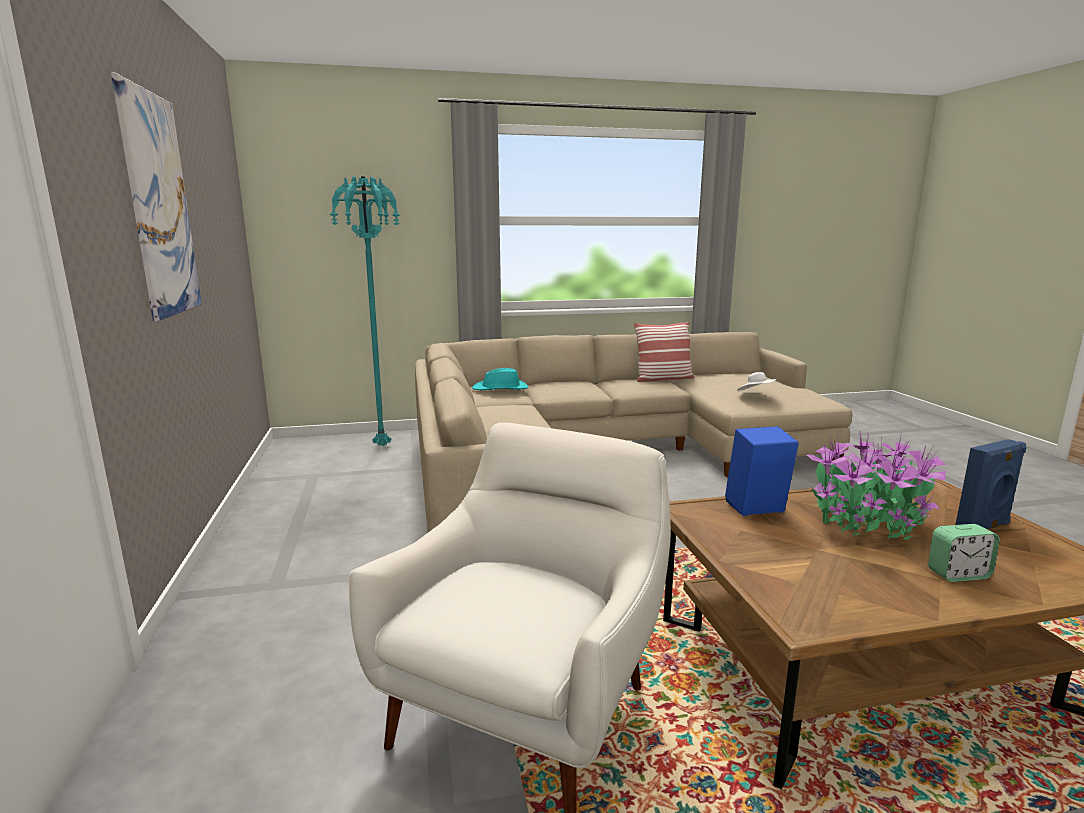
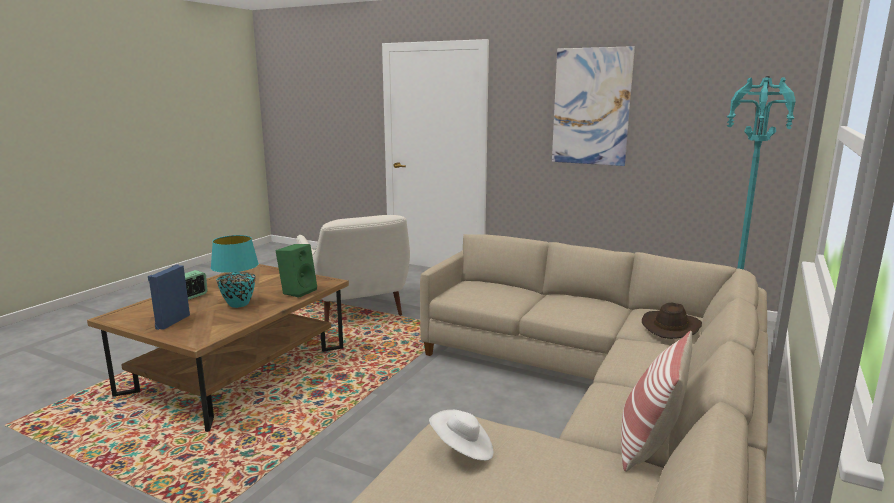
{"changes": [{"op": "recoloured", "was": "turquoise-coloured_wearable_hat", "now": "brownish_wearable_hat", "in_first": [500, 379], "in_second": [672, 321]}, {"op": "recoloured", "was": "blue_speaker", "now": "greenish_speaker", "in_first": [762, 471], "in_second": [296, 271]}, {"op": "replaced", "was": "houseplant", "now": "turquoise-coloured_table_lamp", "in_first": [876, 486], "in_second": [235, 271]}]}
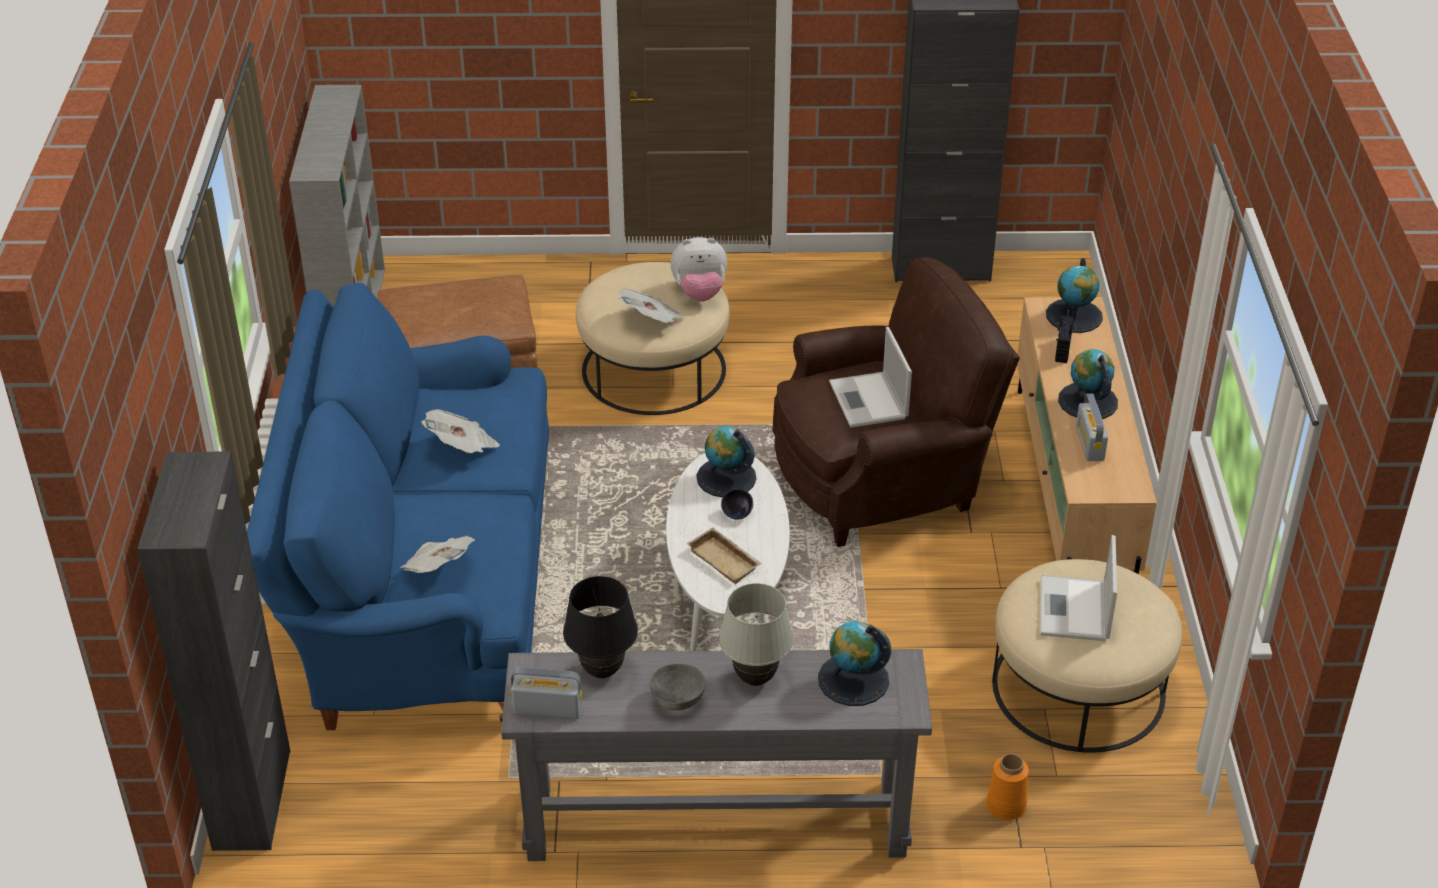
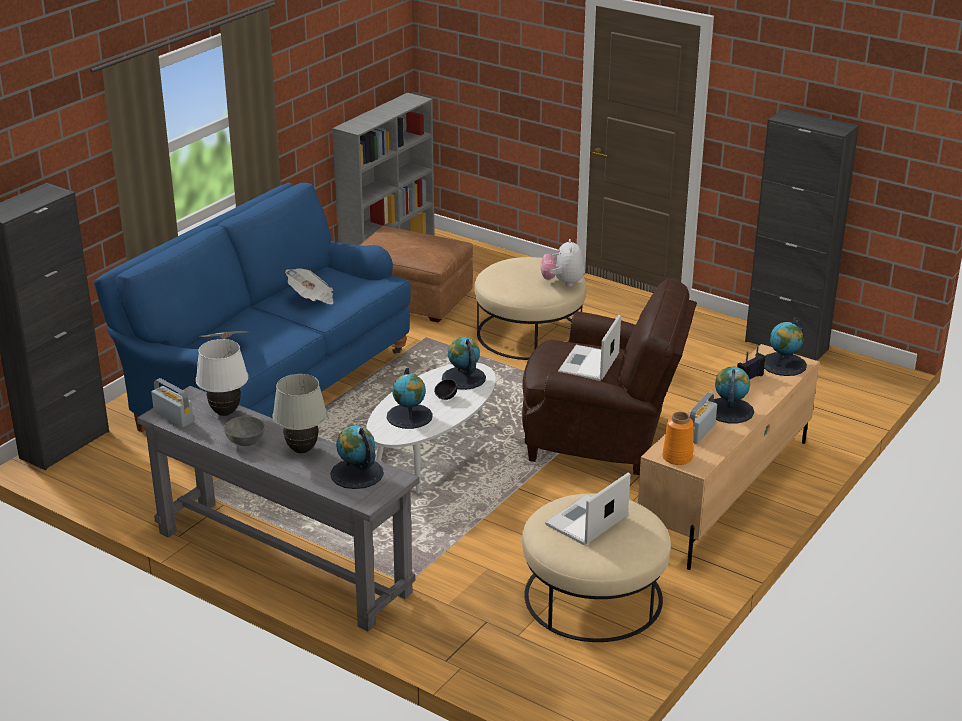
{"changes": [{"op": "recoloured", "was": "black-coloured_table_lamp", "now": "white-coloured_table_lamp", "in_first": [600, 627], "in_second": [222, 377]}, {"op": "removed", "was": "newspaper", "in_first": [651, 306]}, {"op": "turned", "was": "cuddly_toy", "in_first": [699, 269], "in_second": [562, 263], "clockwise": 60}, {"op": "replaced", "was": "beige_carrying_tray", "now": "globe", "in_first": [724, 555], "in_second": [410, 398]}, {"op": "moved", "was": "orangey_decorative_vase", "in_first": [1007, 787], "in_second": [677, 438]}]}
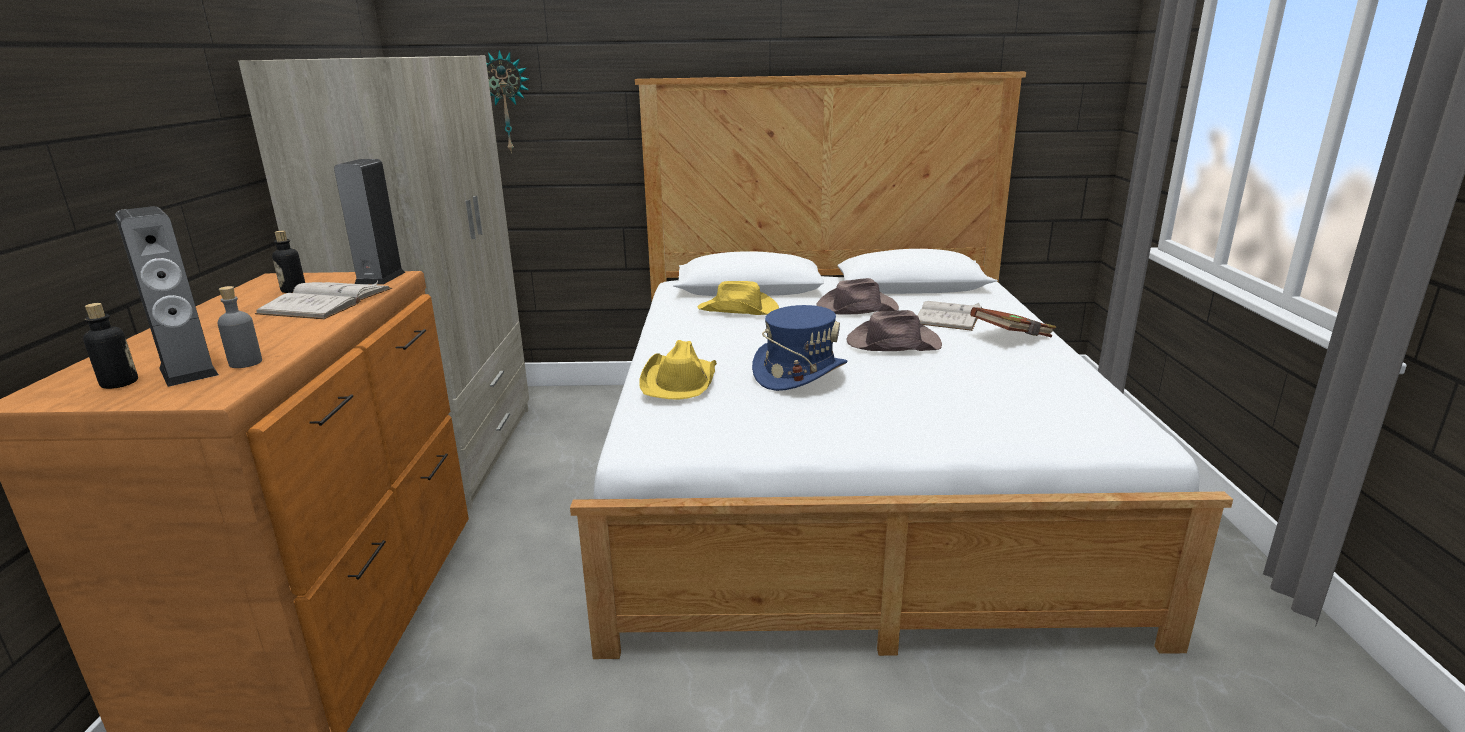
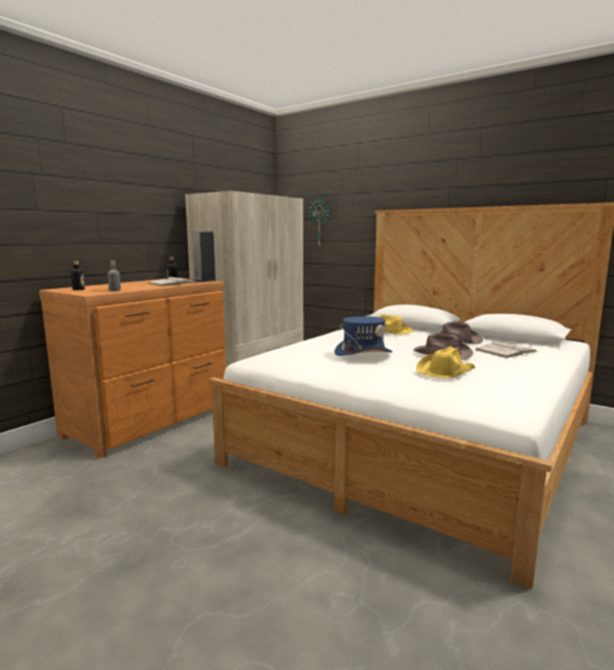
{"changes": [{"op": "removed", "was": "speaker", "in_first": [167, 296]}, {"op": "moved", "was": "yellow-coloured_wearable_hat", "in_first": [678, 370], "in_second": [445, 362]}, {"op": "removed", "was": "brownish_volume", "in_first": [1013, 322]}]}
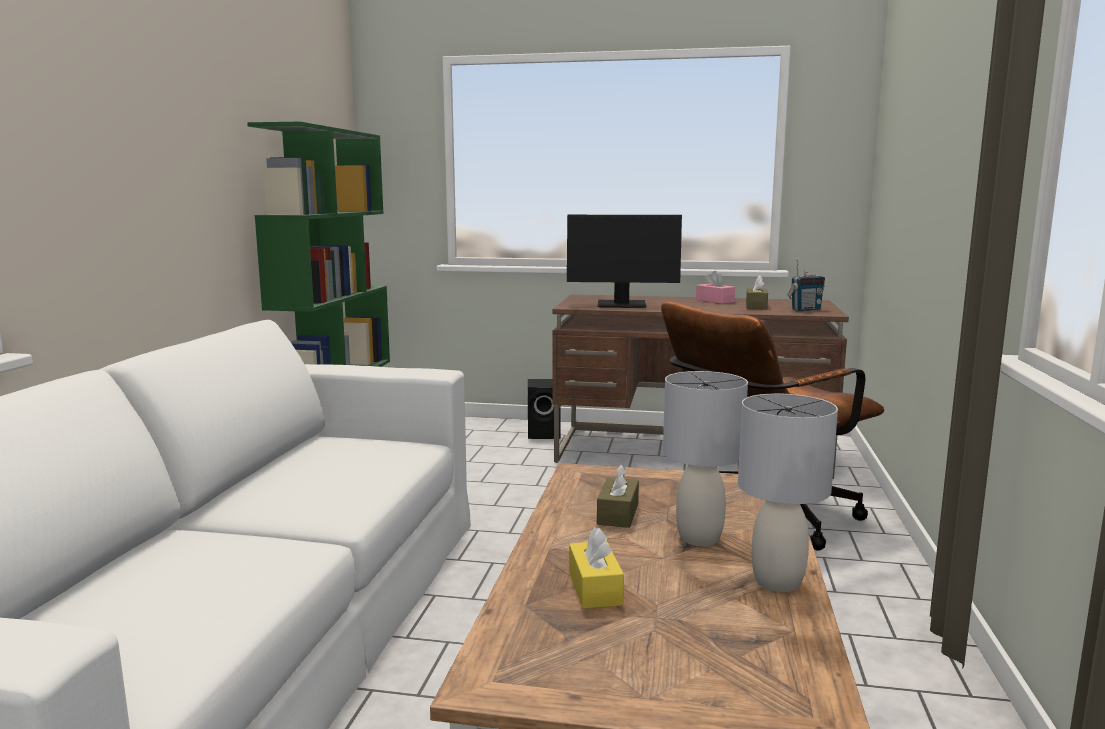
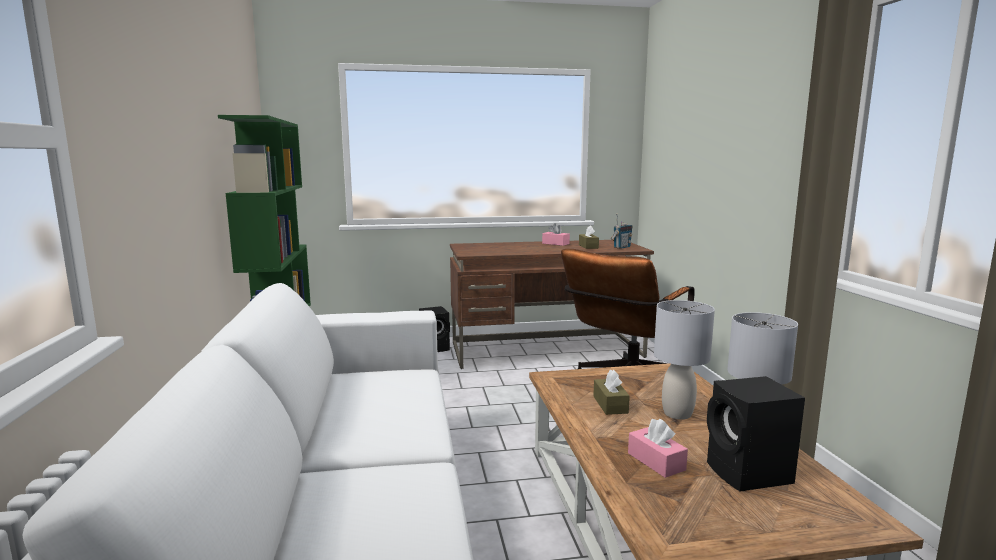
{"changes": [{"op": "removed", "was": "computer_display", "in_first": [624, 261]}, {"op": "recoloured", "was": "yellow-coloured_tissue_holder", "now": "pinkish_tissue_holder", "in_first": [596, 568], "in_second": [658, 448]}, {"op": "added", "now": "black-coloured_speaker", "in_second": [756, 434]}]}
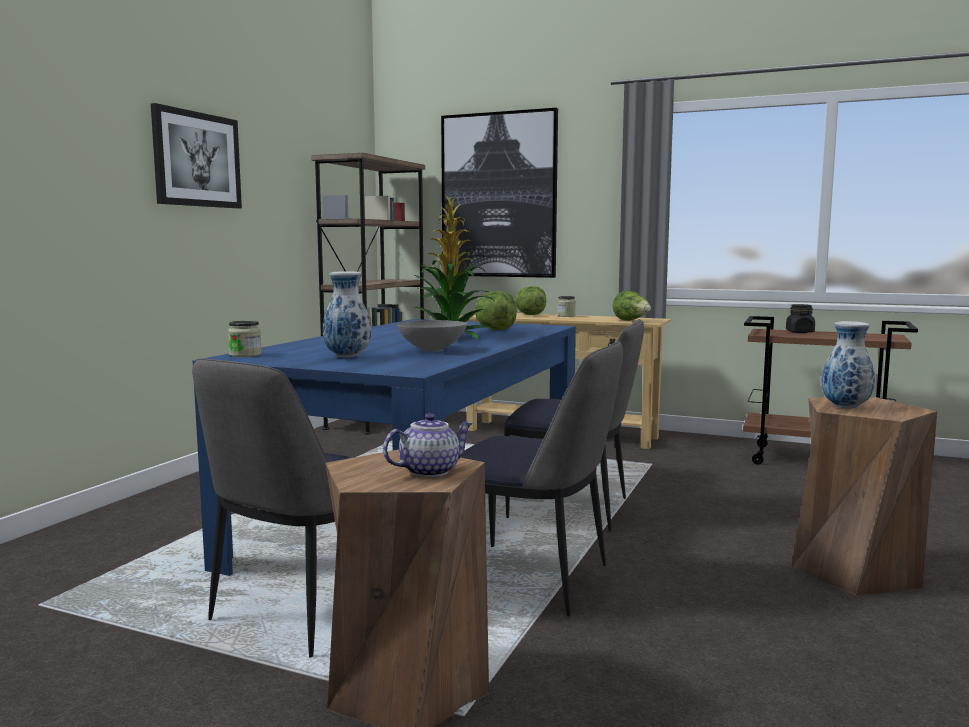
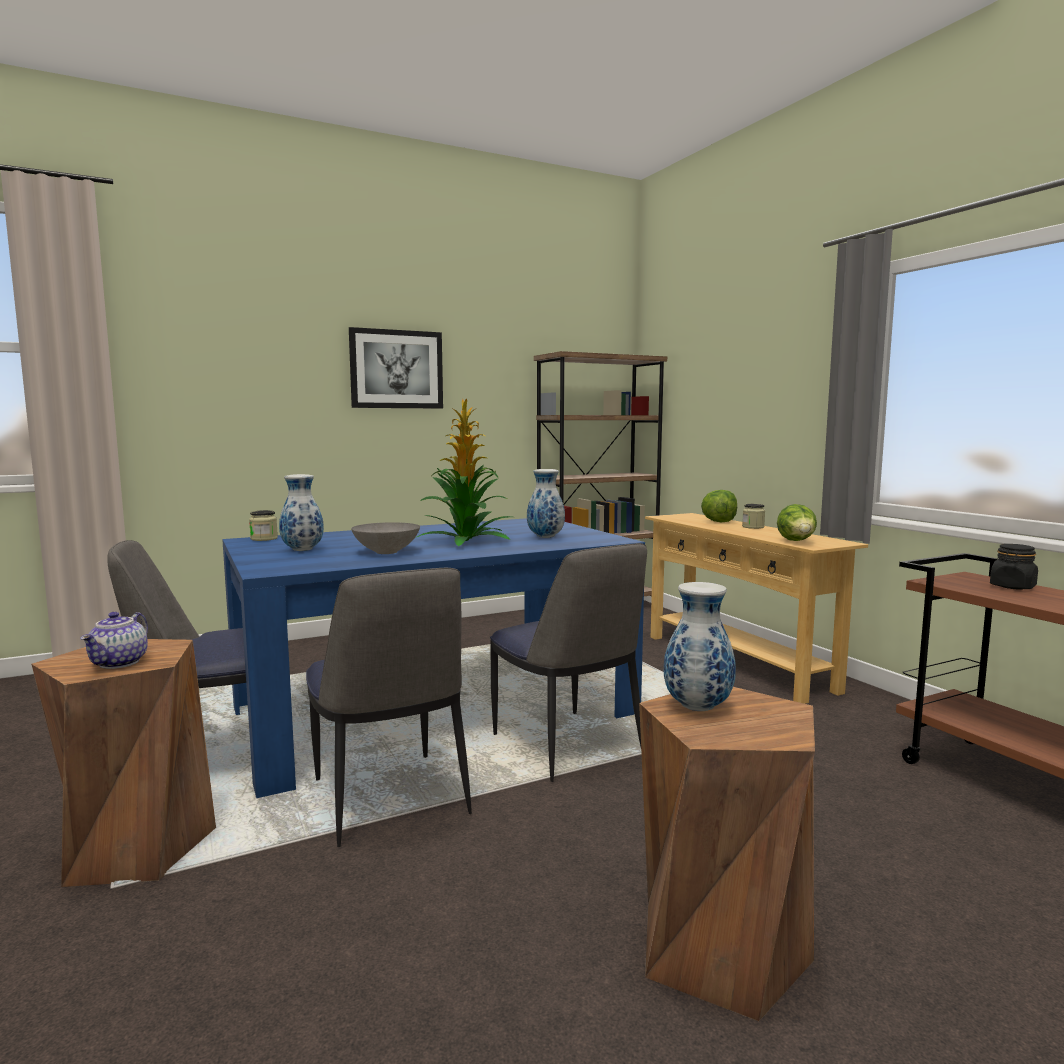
{"changes": [{"op": "turned", "was": "tea_pot", "in_first": [428, 445], "in_second": [114, 640], "clockwise": 90}, {"op": "removed", "was": "wall_art", "in_first": [499, 193]}, {"op": "replaced", "was": "head_of_lettuce", "now": "decorative_vase", "in_first": [496, 310], "in_second": [546, 503]}]}
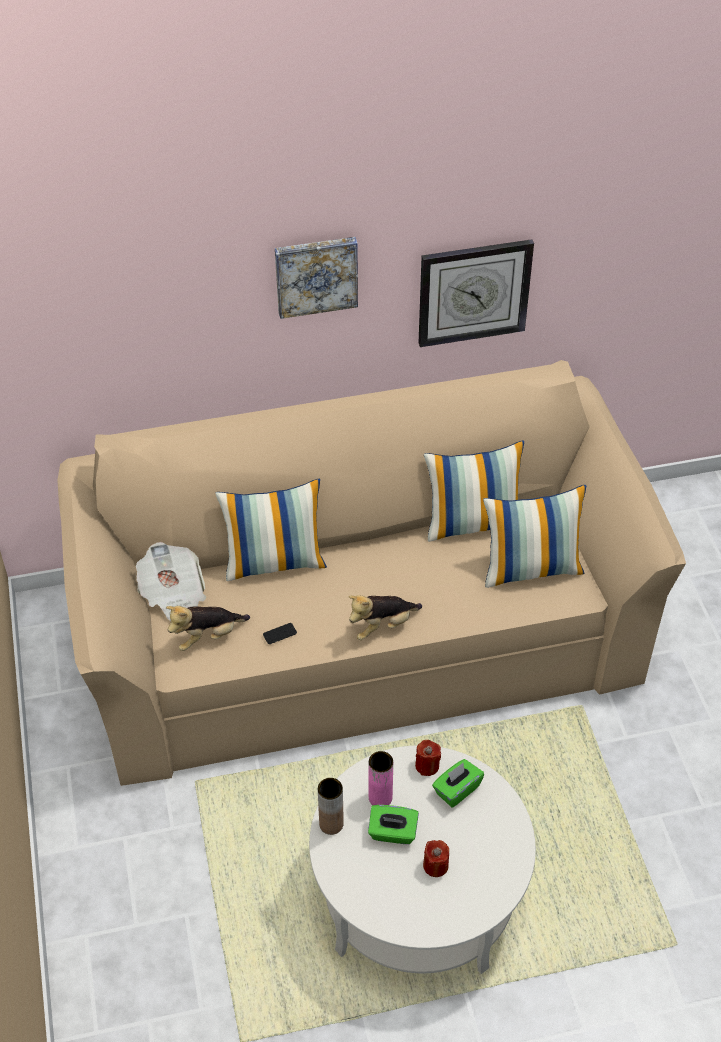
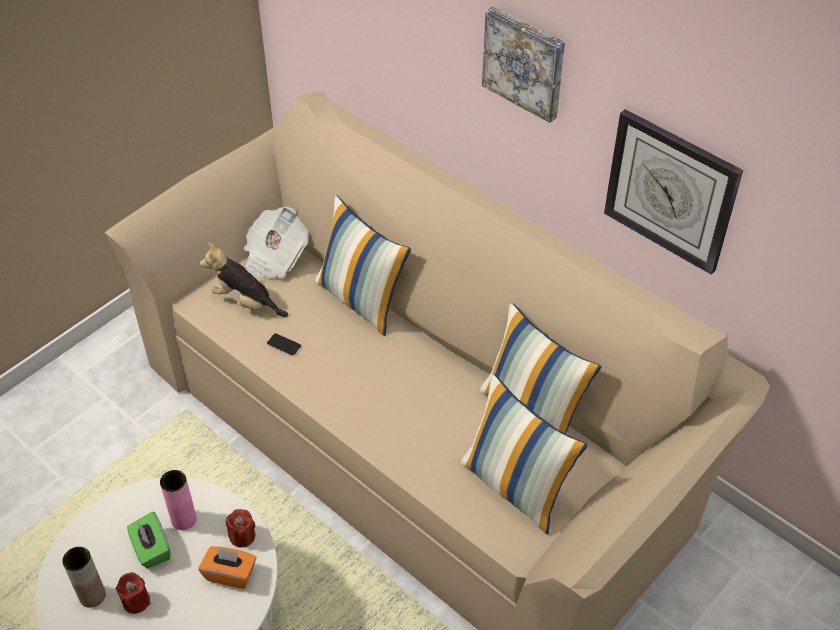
{"changes": [{"op": "moved", "was": "brownish_decorative_vase", "in_first": [331, 806], "in_second": [84, 577]}, {"op": "removed", "was": "cuddly_toy", "in_first": [385, 617]}, {"op": "recoloured", "was": "greenish_tissue_holder", "now": "orangey_tissue_holder", "in_first": [458, 783], "in_second": [227, 567]}]}
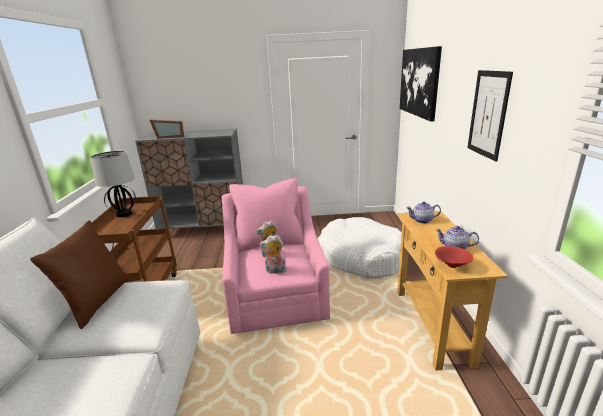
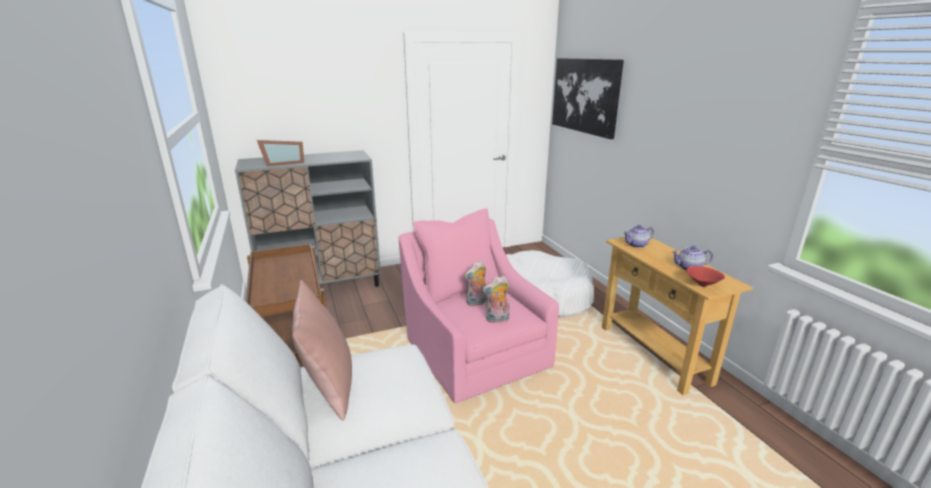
{"changes": [{"op": "recoloured", "was": "brownish_cushion", "now": "pinkish_cushion", "in_first": [80, 274], "in_second": [322, 350]}, {"op": "removed", "was": "table_lamp", "in_first": [113, 184]}, {"op": "removed", "was": "wall_art", "in_first": [490, 116]}]}
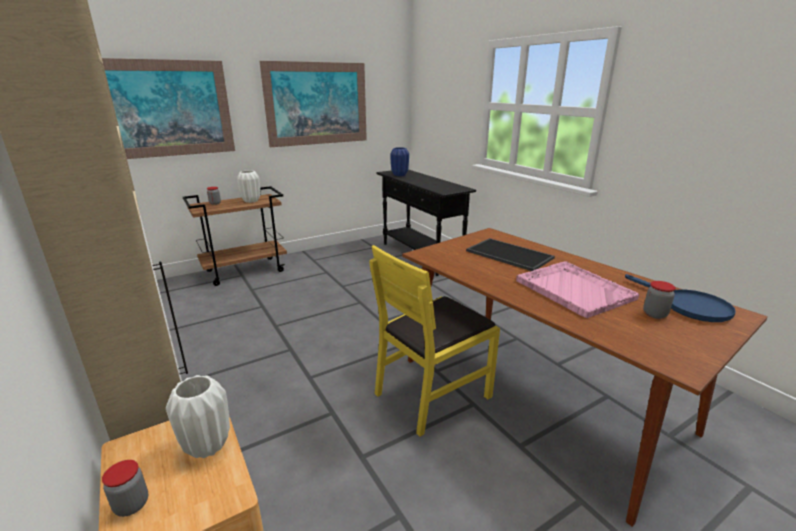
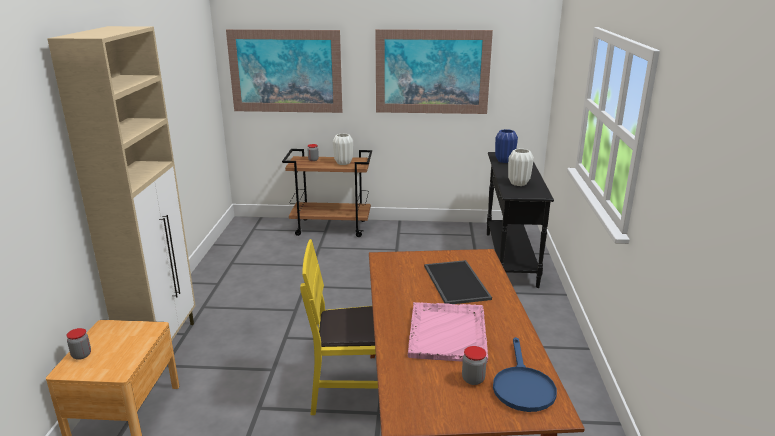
{"changes": [{"op": "moved", "was": "white-coloured_decorative_vase", "in_first": [198, 416], "in_second": [521, 167]}]}
